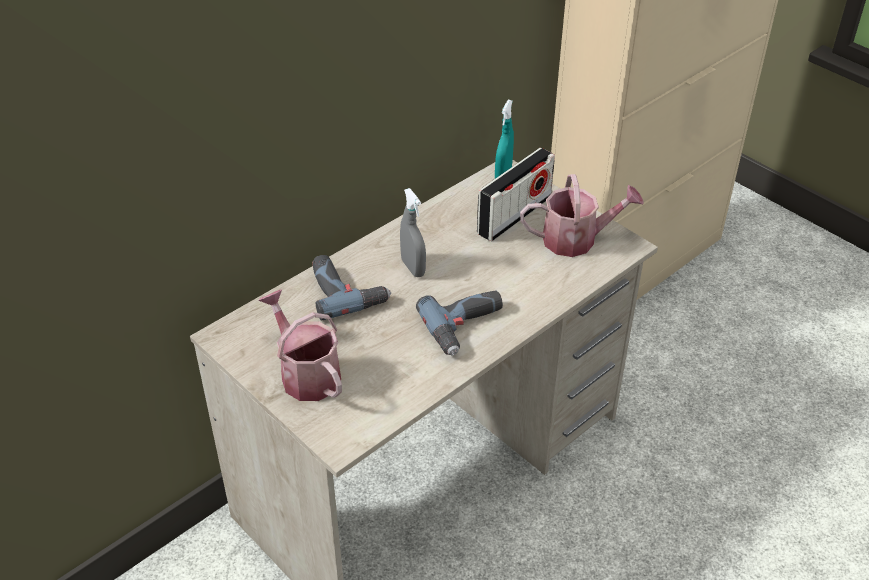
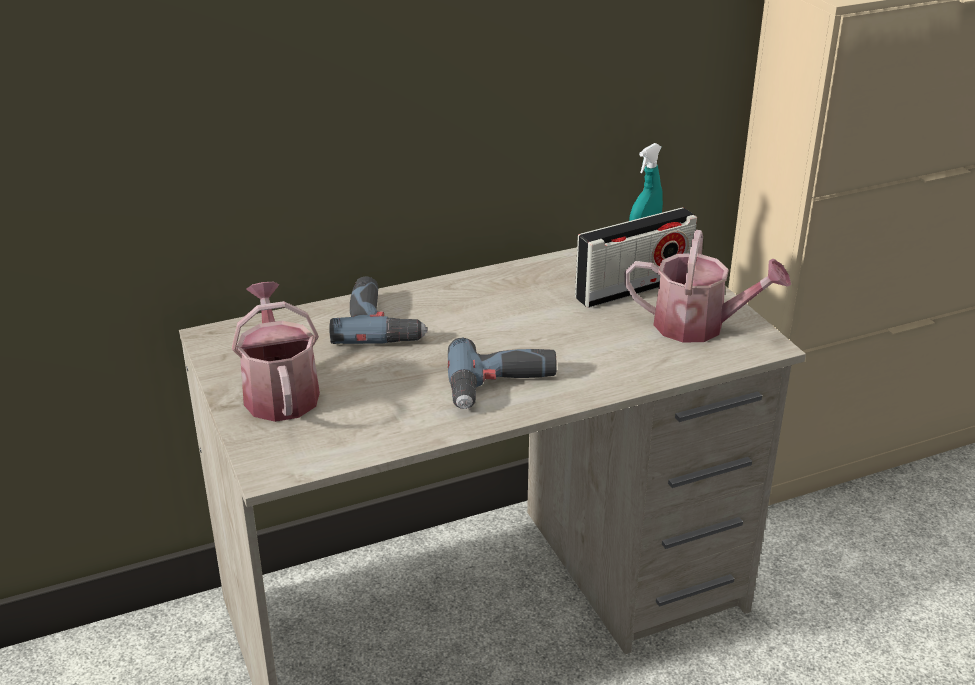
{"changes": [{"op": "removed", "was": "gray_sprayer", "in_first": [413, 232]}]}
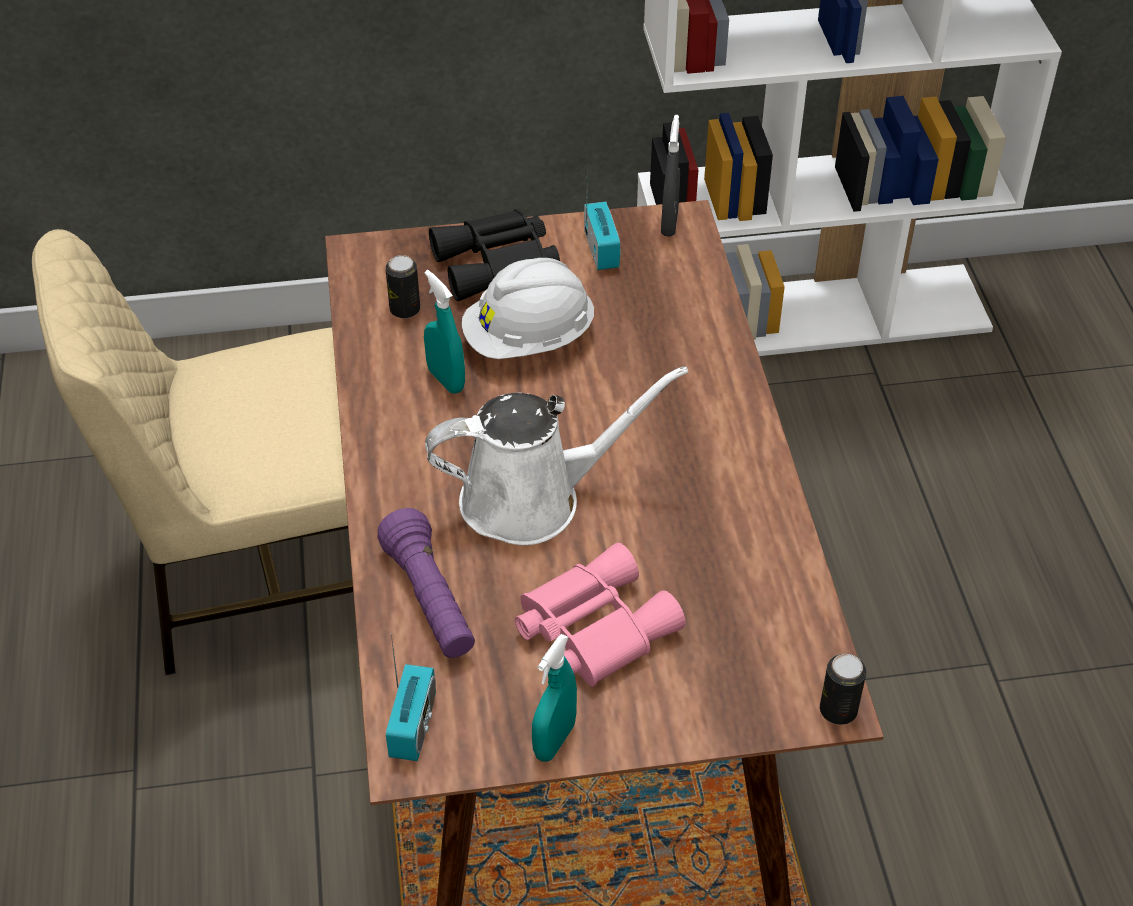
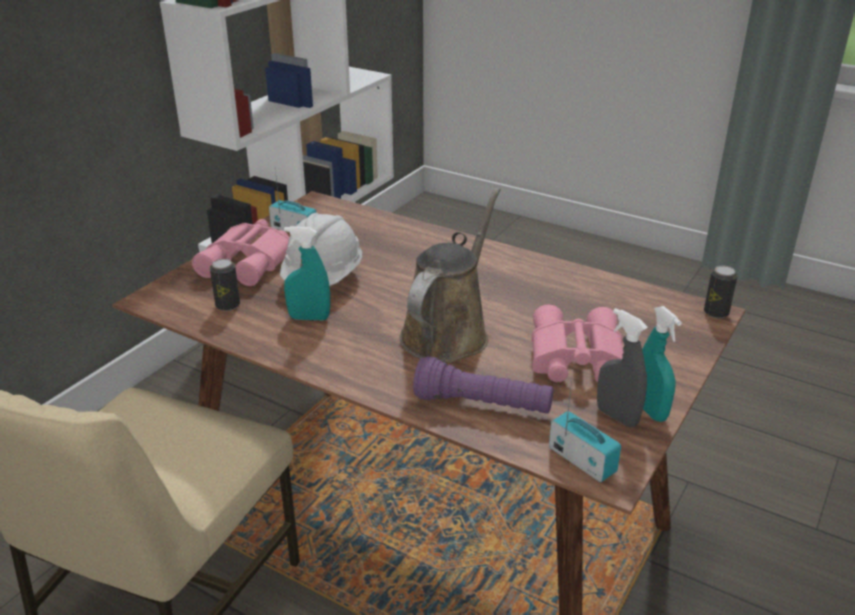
{"changes": [{"op": "recoloured", "was": "white-coloured_watering_pot", "now": "brownish_watering_pot", "in_first": [557, 455], "in_second": [450, 275]}, {"op": "recoloured", "was": "black-coloured_field_glasses", "now": "pinkish_field_glasses", "in_first": [494, 255], "in_second": [241, 252]}, {"op": "moved", "was": "gray_sprayer", "in_first": [670, 176], "in_second": [622, 367]}]}
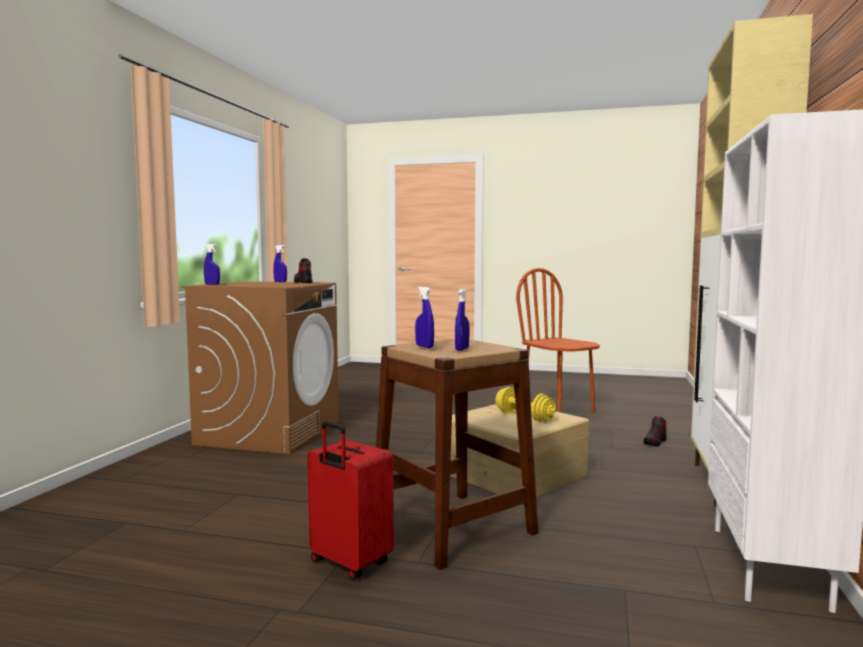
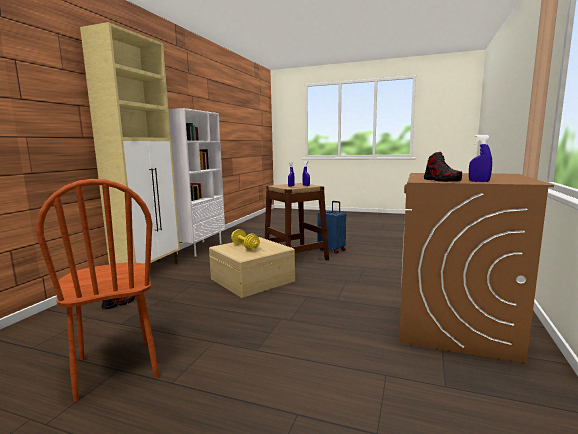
{"changes": [{"op": "removed", "was": "blue_sprayer", "in_first": [212, 264]}, {"op": "recoloured", "was": "red-coloured_suitcase", "now": "blue_suitcase", "in_first": [350, 500], "in_second": [332, 227]}]}
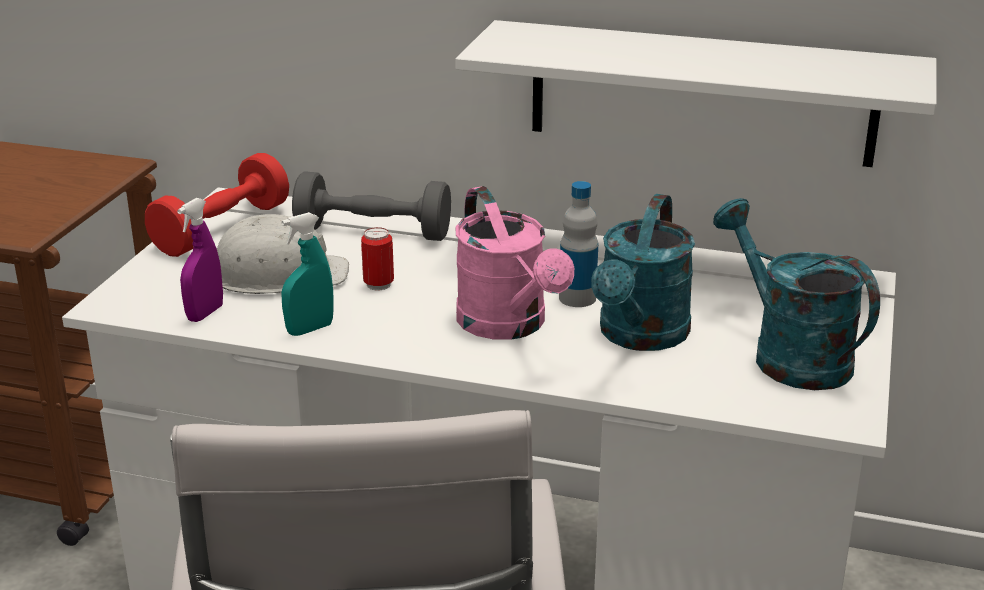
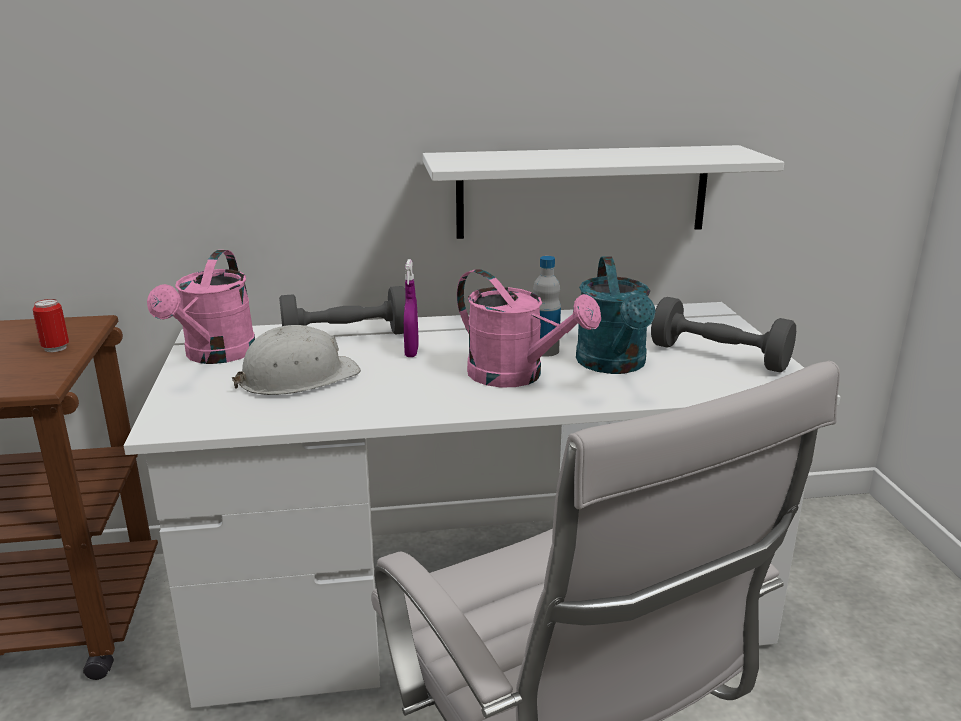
{"changes": [{"op": "replaced", "was": "red-coloured_free_weight", "now": "pinkish_watering_pot", "in_first": [217, 205], "in_second": [201, 307]}, {"op": "moved", "was": "purple_sprayer", "in_first": [200, 260], "in_second": [411, 308]}, {"op": "removed", "was": "turquoise-coloured_sprayer", "in_first": [307, 274]}, {"op": "moved", "was": "can", "in_first": [377, 259], "in_second": [50, 325]}, {"op": "replaced", "was": "turquoise-coloured_watering_pot", "now": "gray_free_weight", "in_first": [796, 294], "in_second": [723, 335]}]}
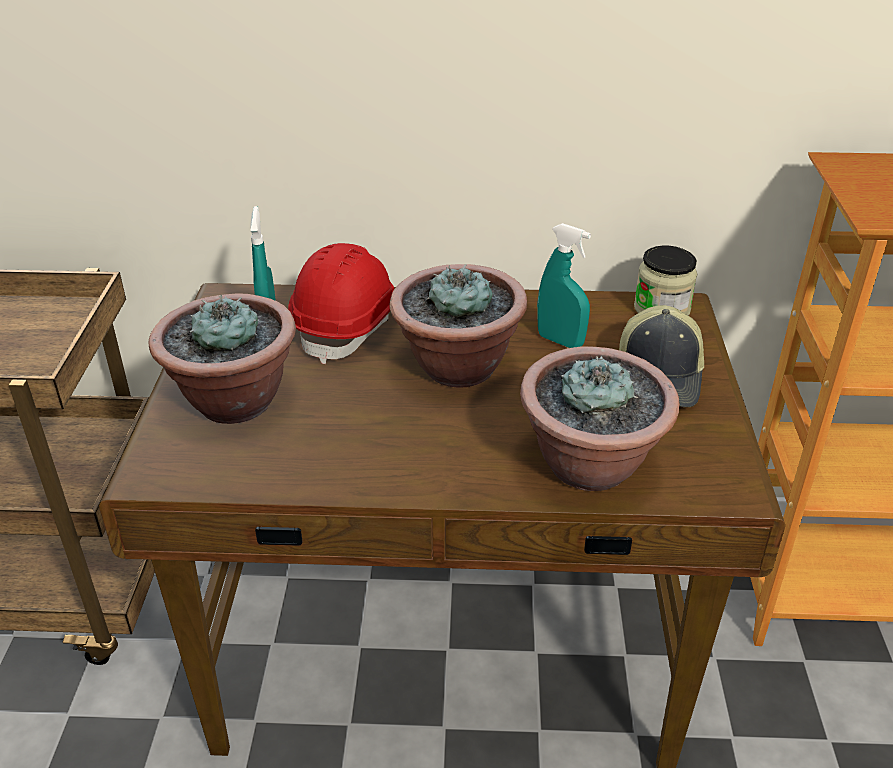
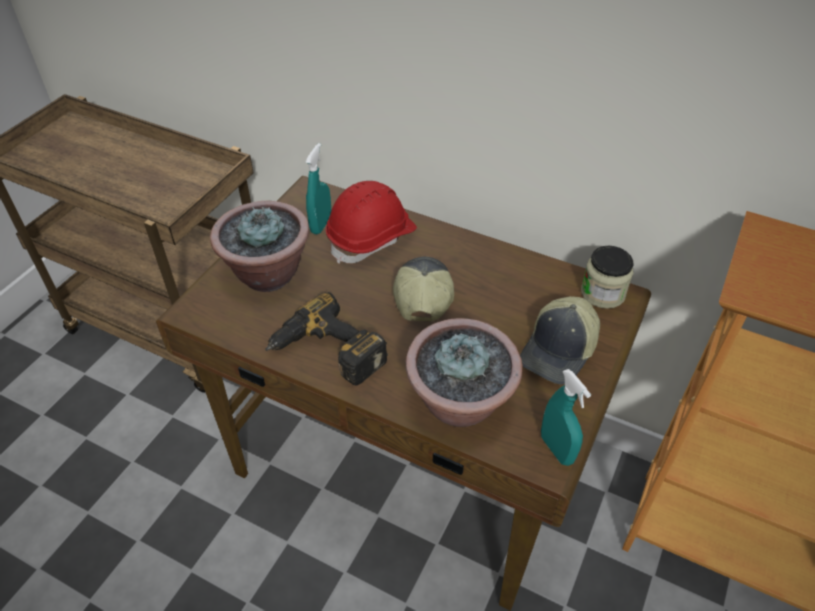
{"changes": [{"op": "replaced", "was": "houseplant", "now": "peaked_cap", "in_first": [458, 326], "in_second": [423, 289]}, {"op": "moved", "was": "turquoise-coloured_sprayer", "in_first": [564, 285], "in_second": [566, 417]}, {"op": "added", "now": "electric_drill", "in_second": [326, 339]}]}
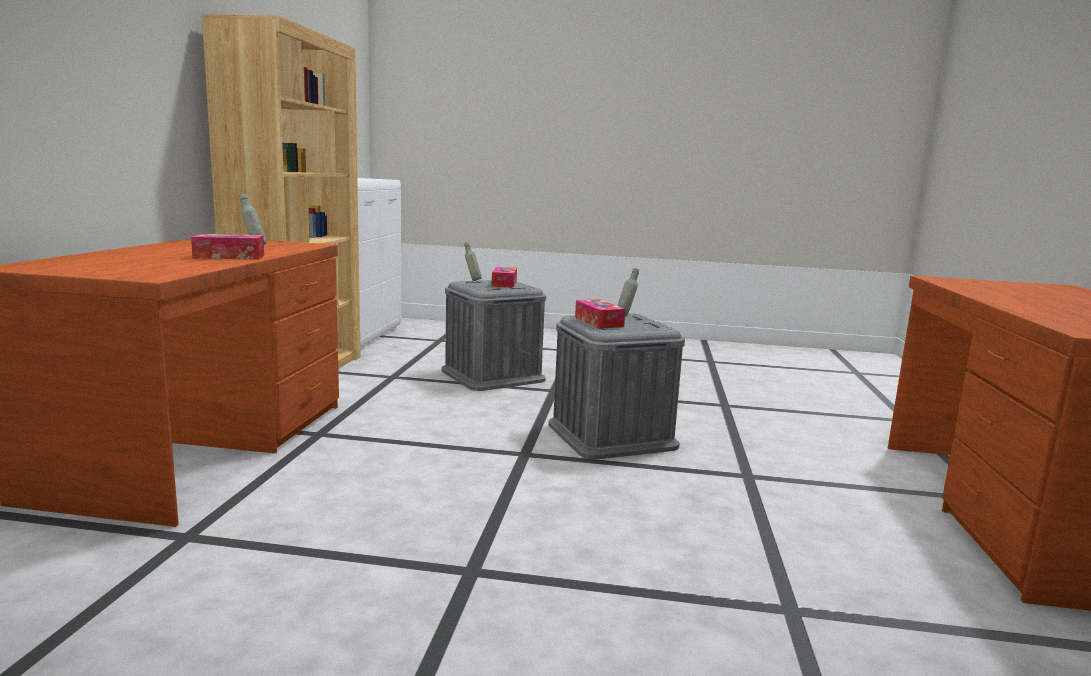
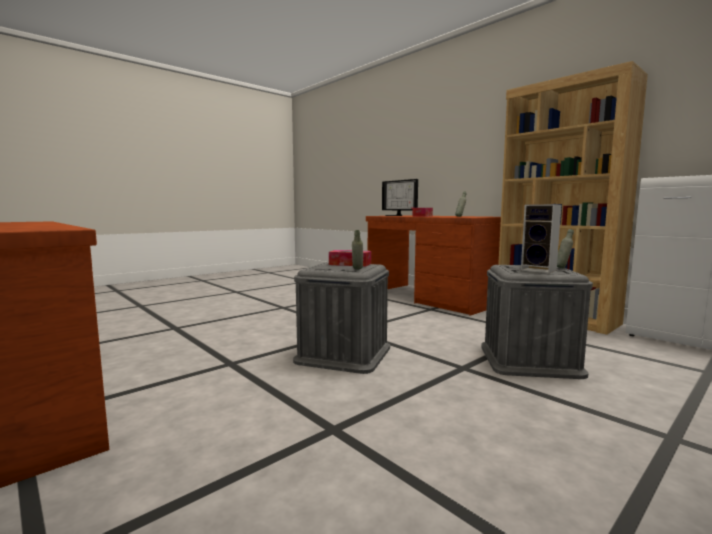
{"changes": [{"op": "replaced", "was": "tissue_holder", "now": "speaker", "in_first": [504, 277], "in_second": [541, 238]}, {"op": "added", "now": "computer_display", "in_second": [400, 197]}]}
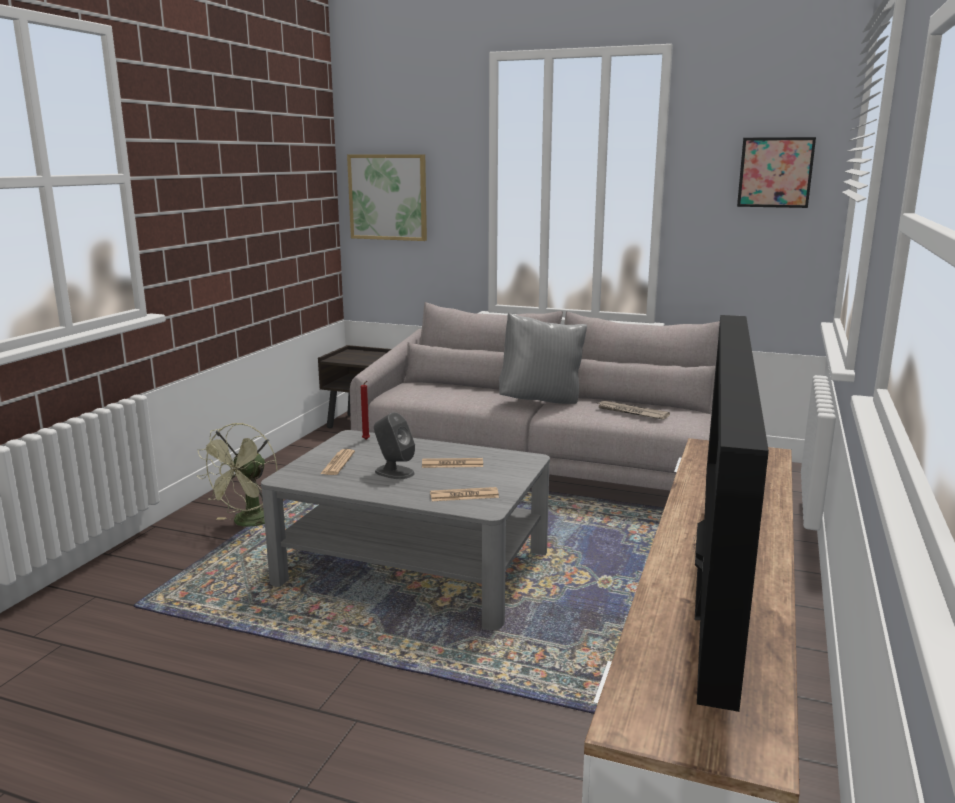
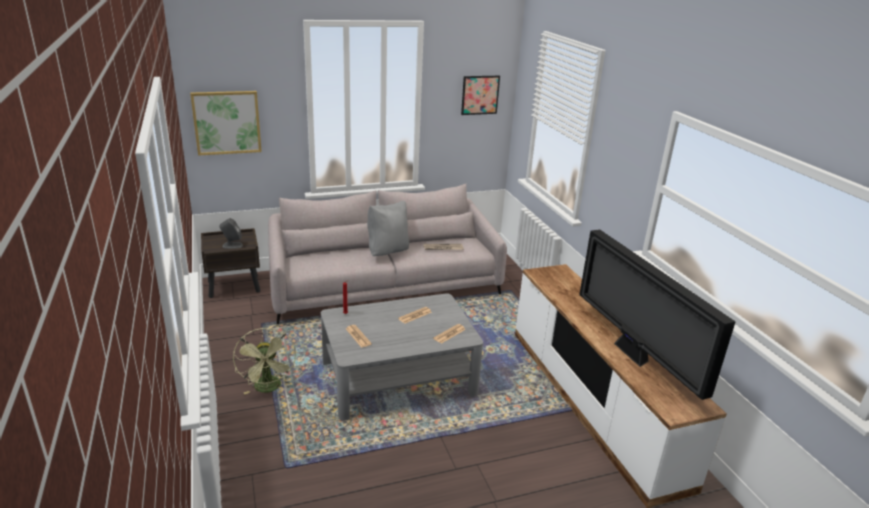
{"changes": [{"op": "moved", "was": "gray_speaker", "in_first": [394, 445], "in_second": [231, 233]}]}
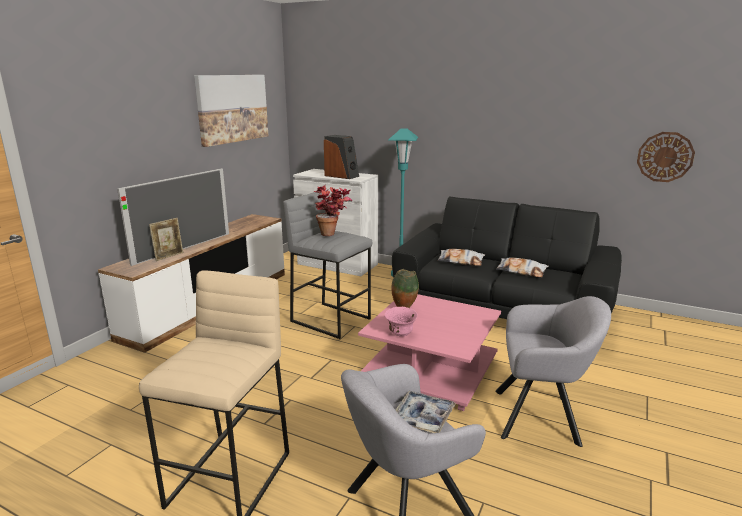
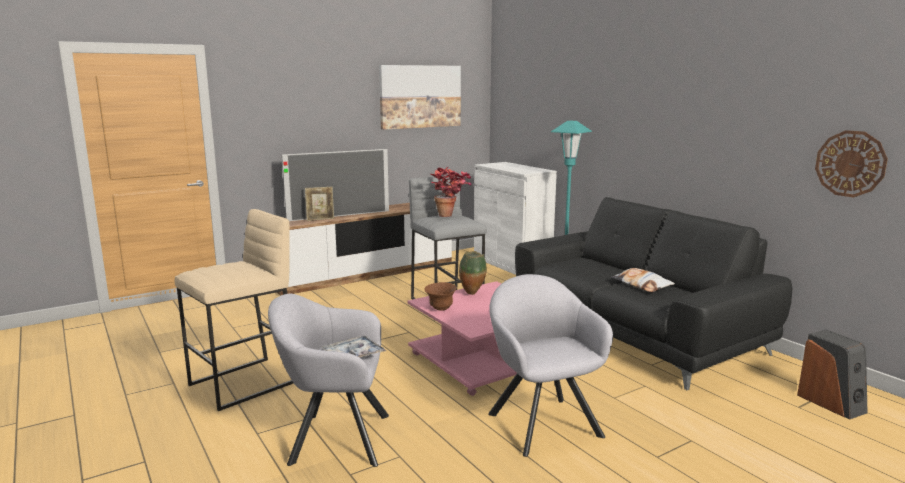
{"changes": [{"op": "moved", "was": "speaker", "in_first": [341, 157], "in_second": [832, 375]}, {"op": "recoloured", "was": "pinkish_deep_dish", "now": "brownish_deep_dish", "in_first": [401, 322], "in_second": [440, 296]}, {"op": "removed", "was": "cushion", "in_first": [461, 257]}, {"op": "turned", "was": "gray_easy_chair", "in_first": [553, 371], "in_second": [550, 365], "clockwise": -150}]}
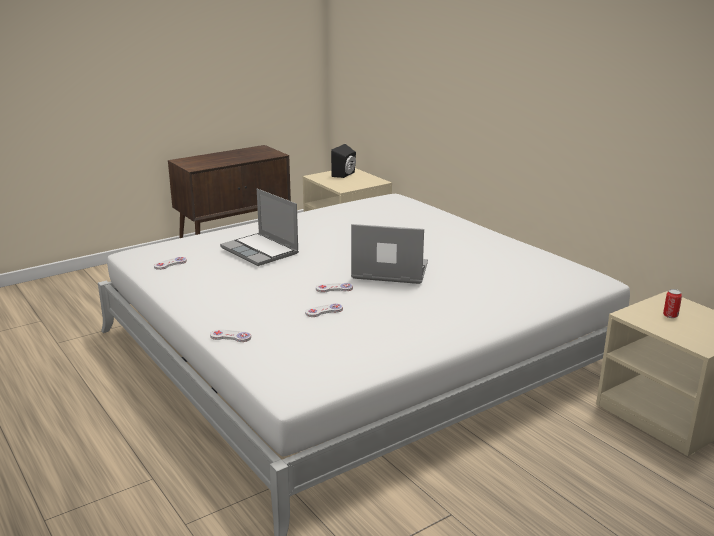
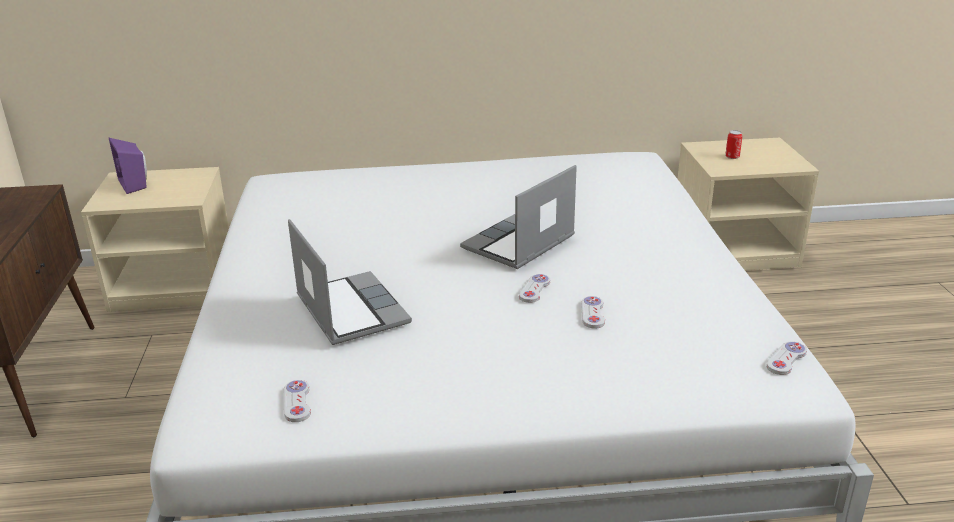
{"changes": [{"op": "moved", "was": "white-coloured_joypad", "in_first": [230, 335], "in_second": [786, 358]}, {"op": "turned", "was": "notebook_computer", "in_first": [259, 227], "in_second": [350, 282], "clockwise": -105}, {"op": "recoloured", "was": "black-coloured_speaker", "now": "purple_speaker", "in_first": [343, 161], "in_second": [127, 165]}]}
